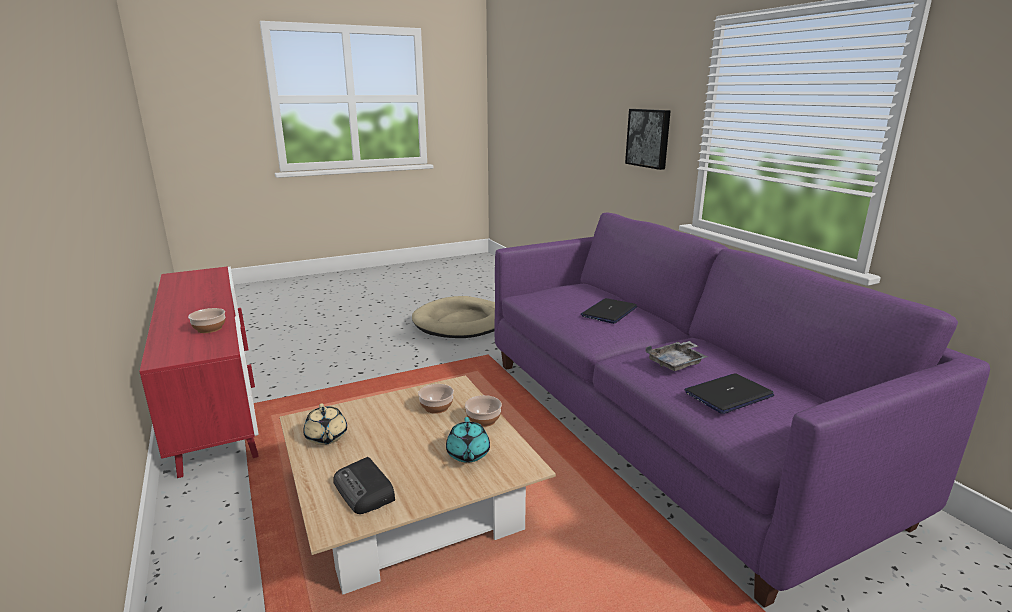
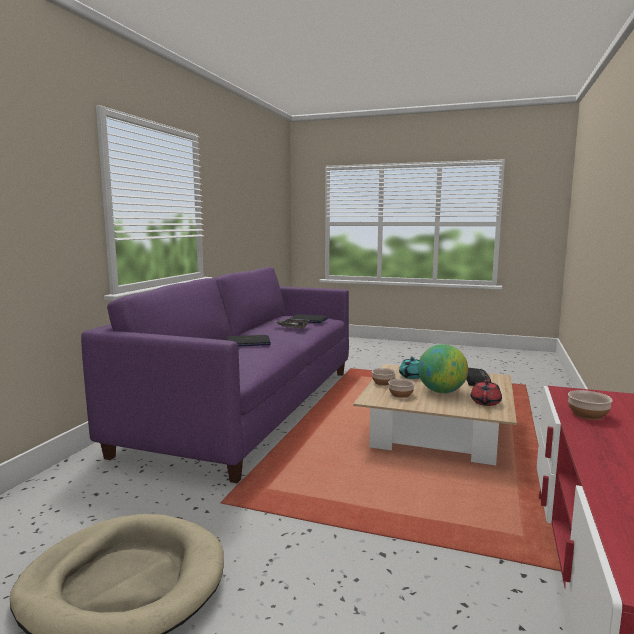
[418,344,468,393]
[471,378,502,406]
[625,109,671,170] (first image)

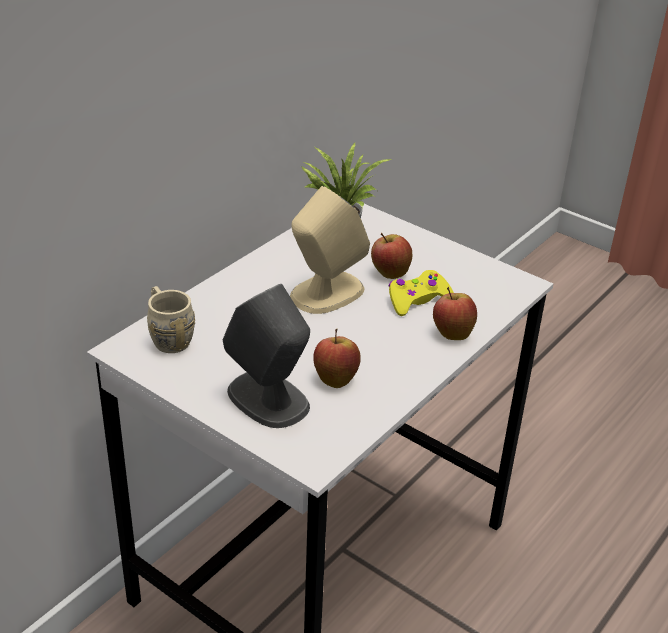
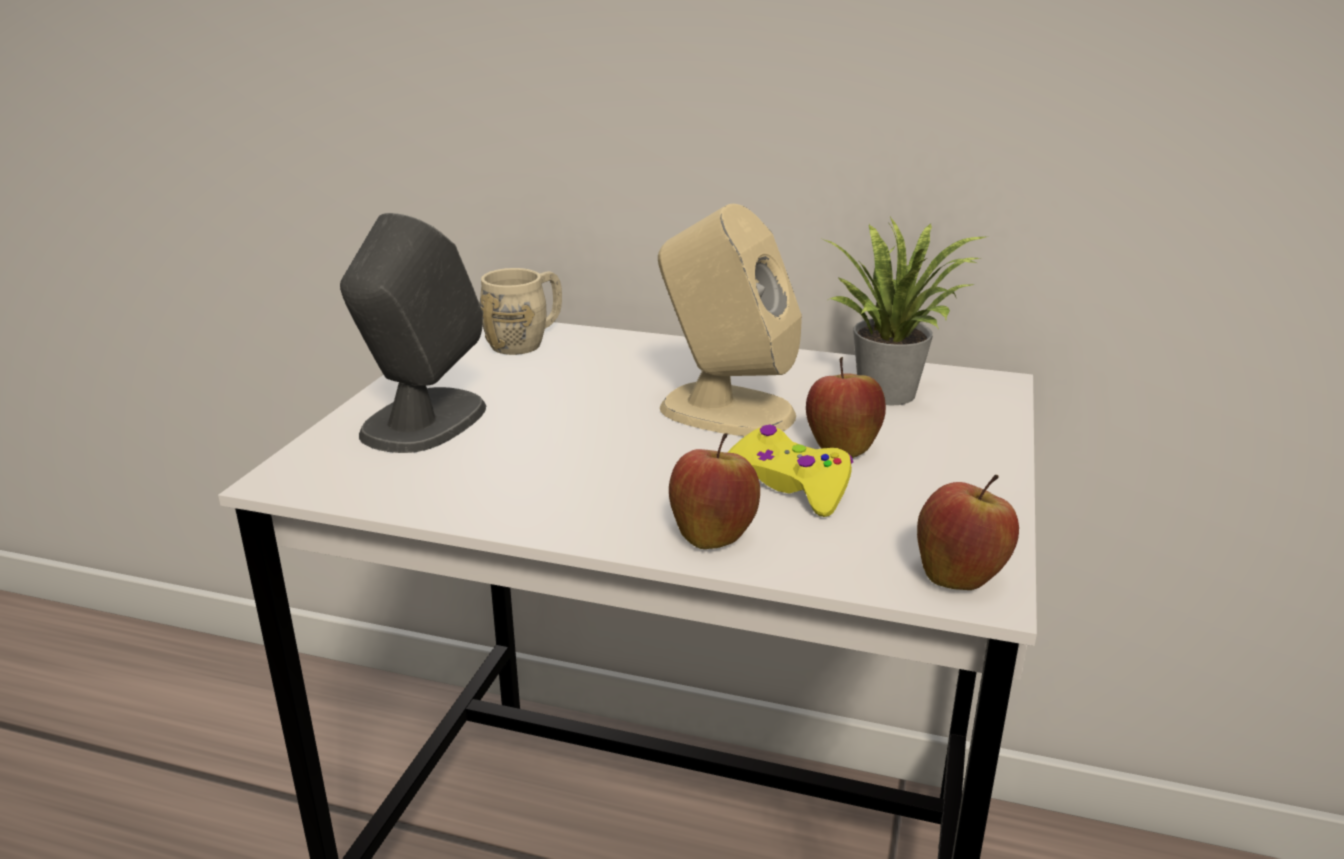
[917,475,1019,590]

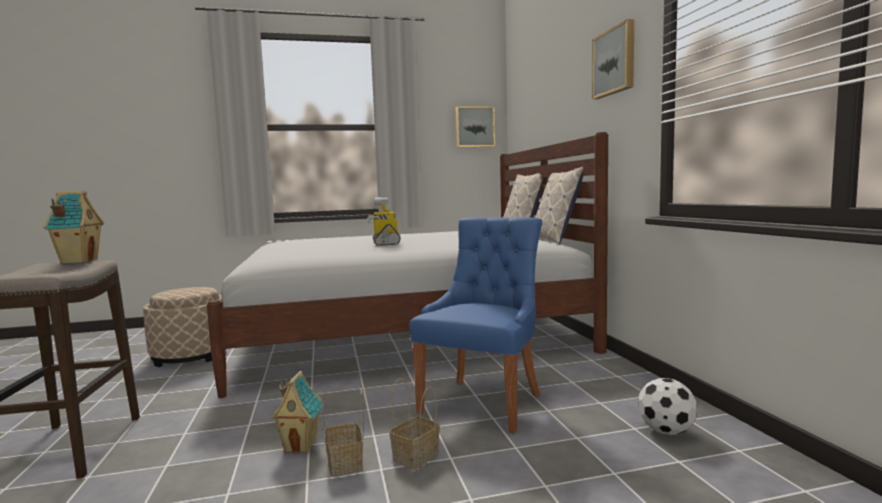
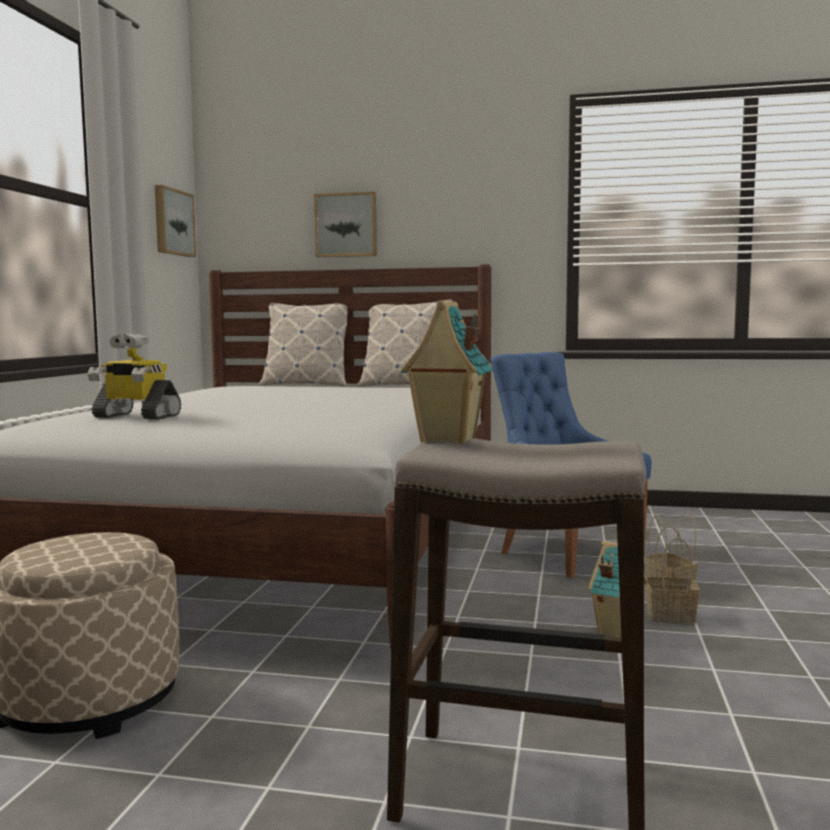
[87,334,181,420]
[314,192,377,257]
[638,378,697,435] (first image)

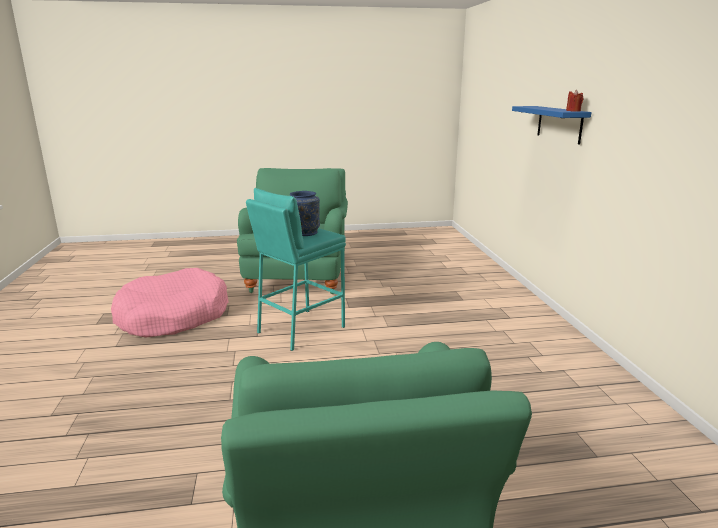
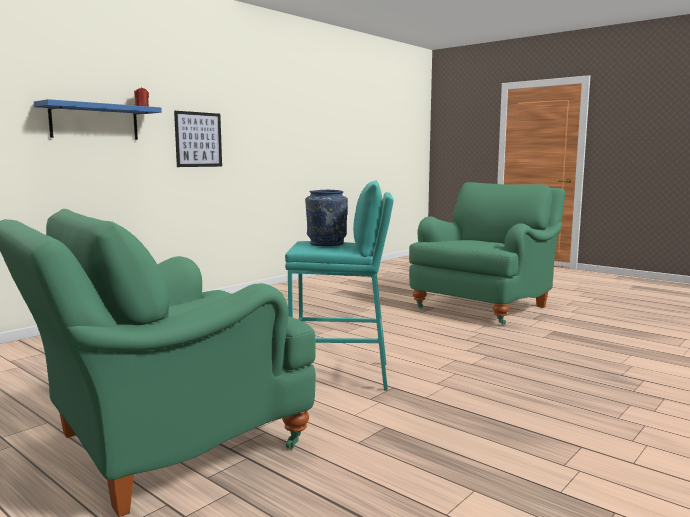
[174,111,222,167]
[111,268,229,338] (first image)

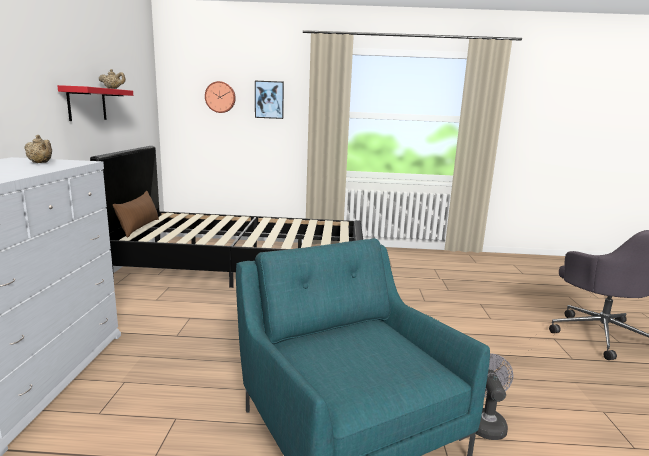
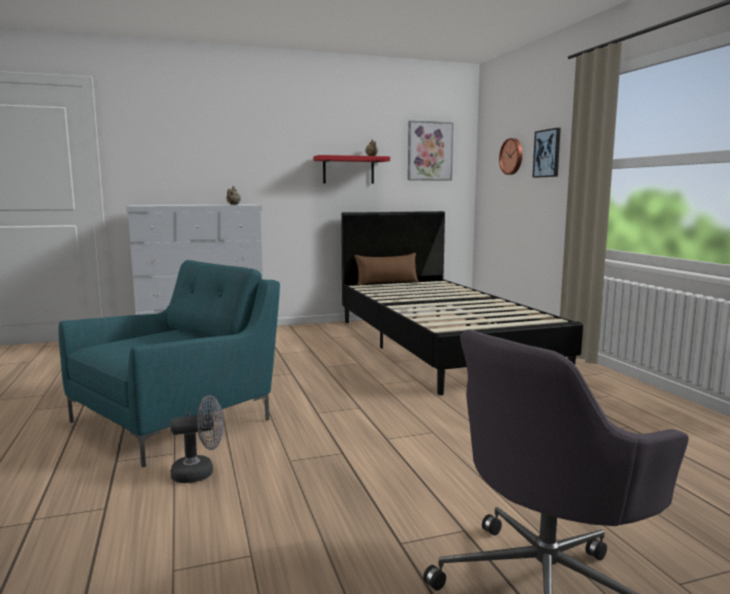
[408,120,453,181]

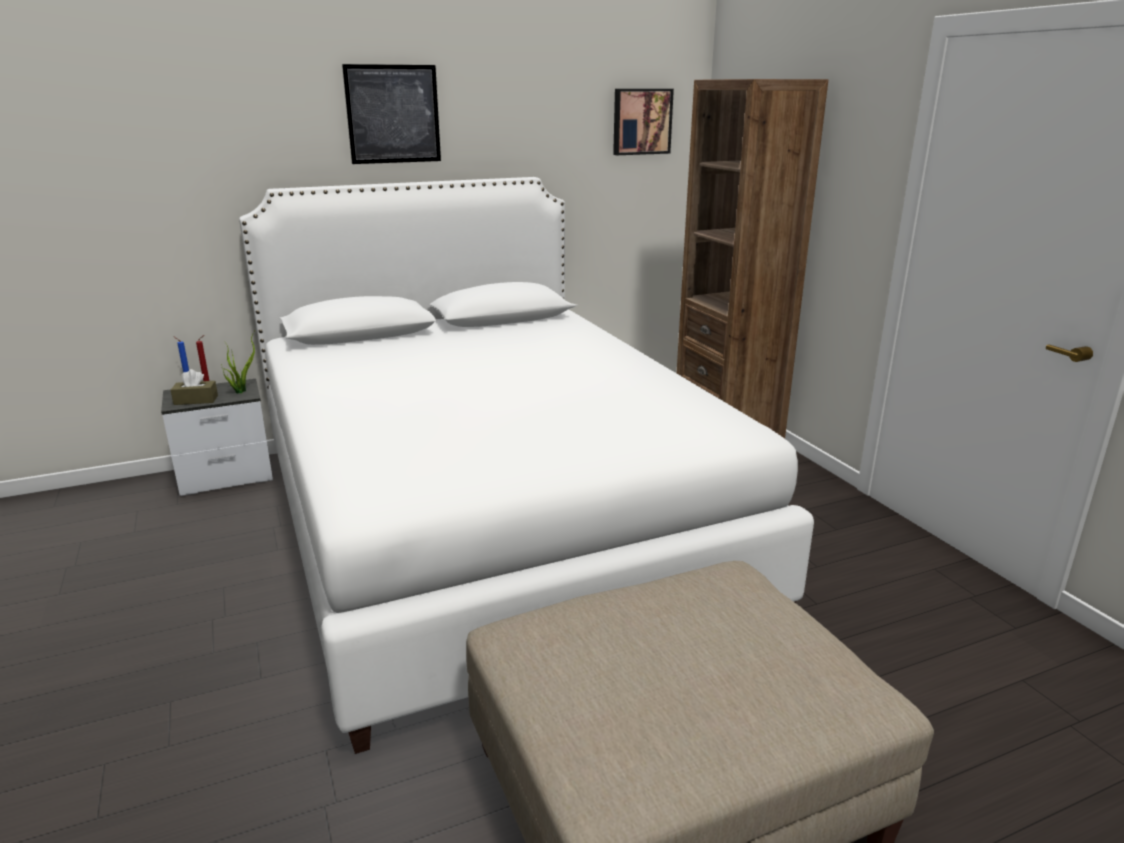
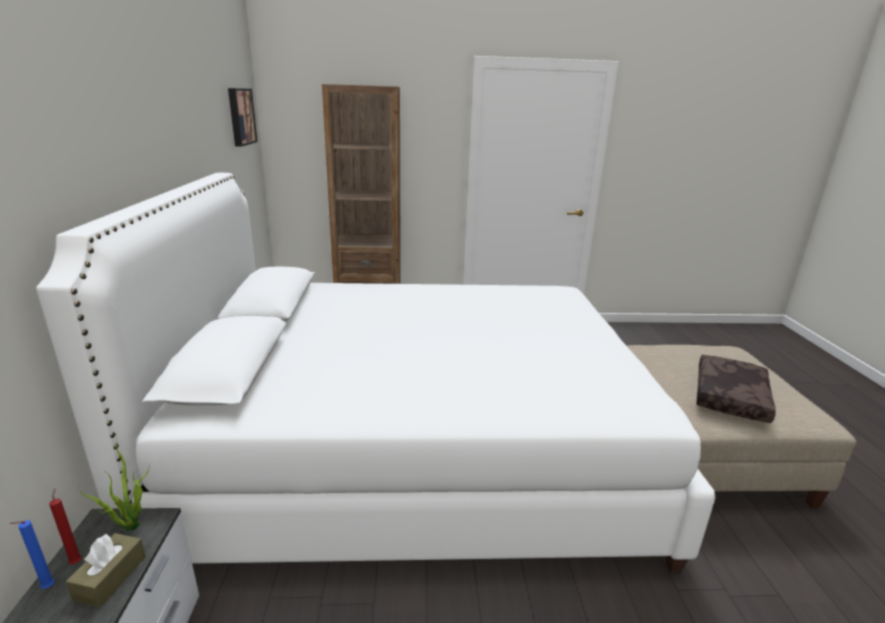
[697,355,776,423]
[342,64,441,164] (first image)

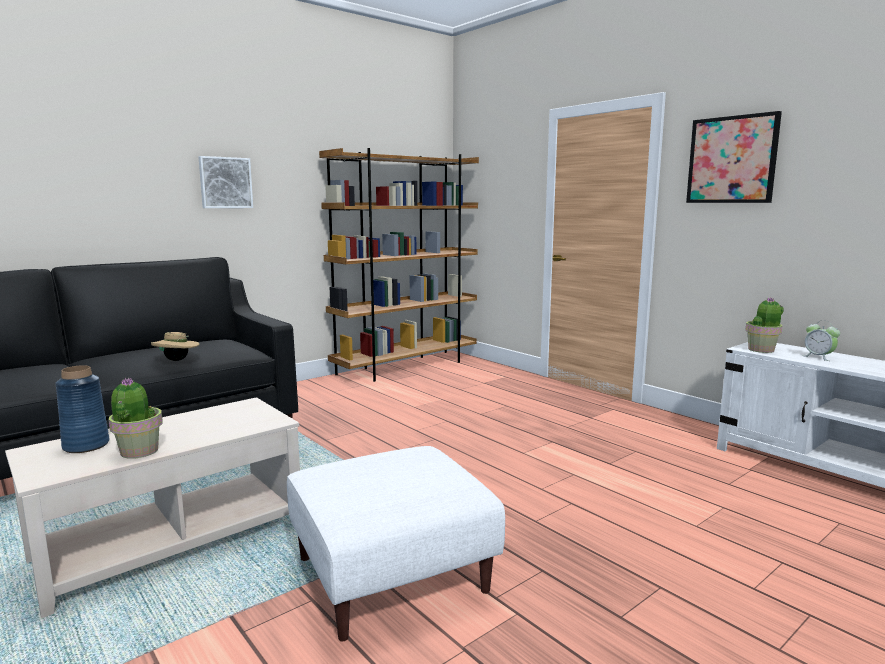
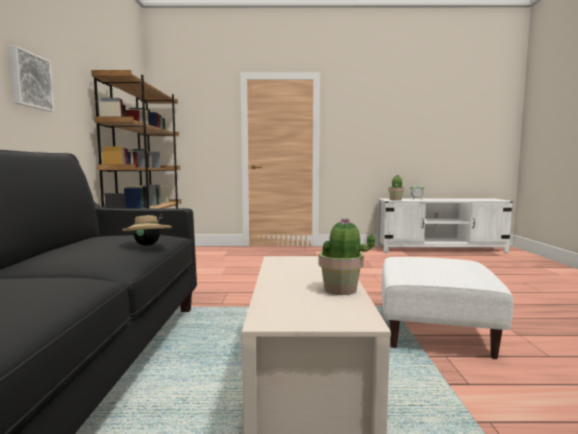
[55,365,109,453] (first image)
[686,111,782,203] (first image)

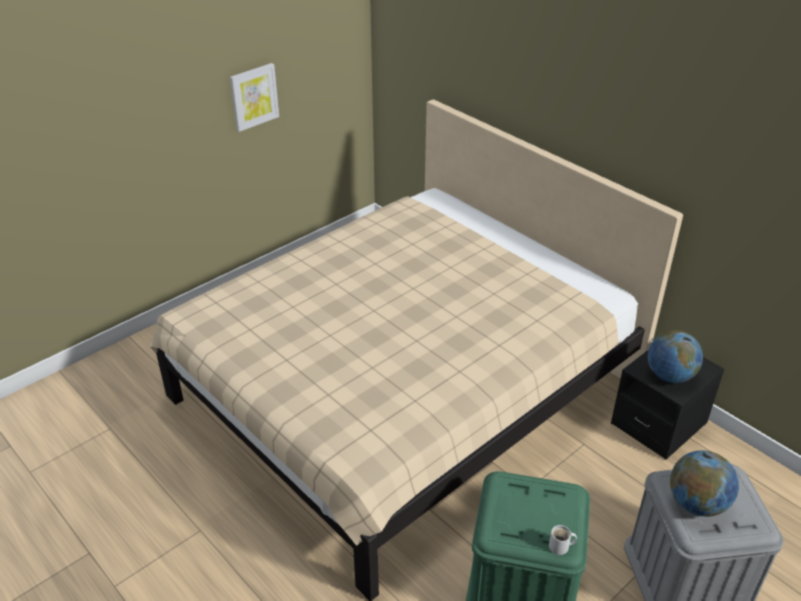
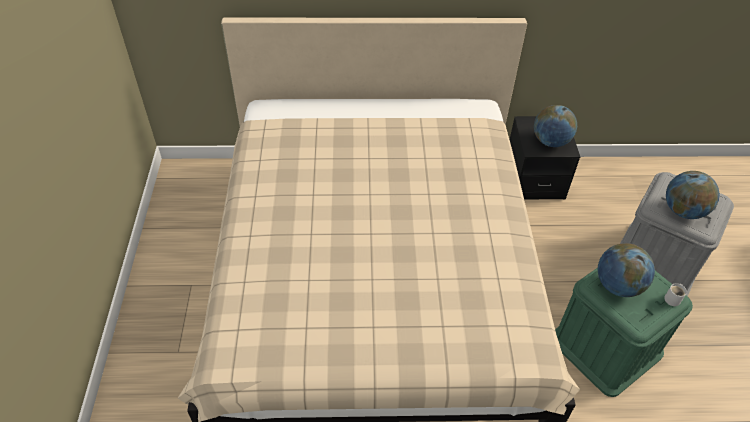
[598,243,655,297]
[230,63,279,132] (first image)

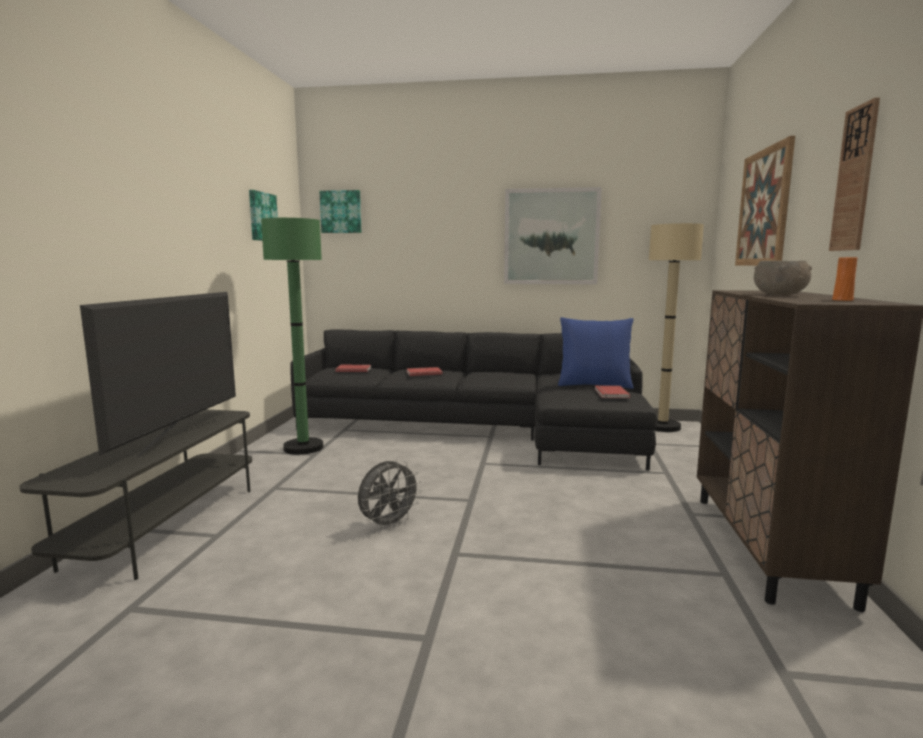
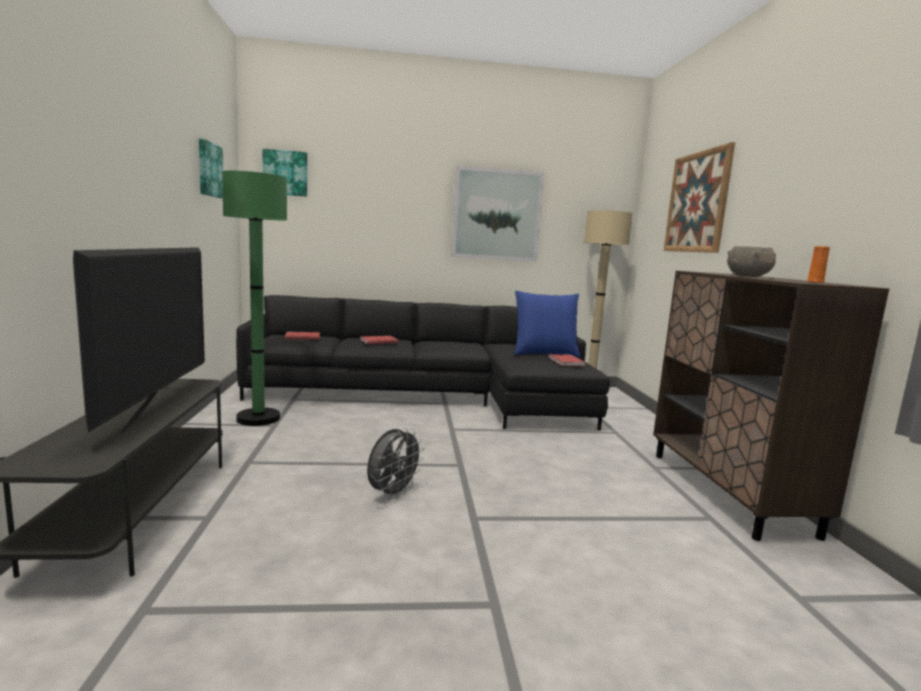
[829,97,880,251] (first image)

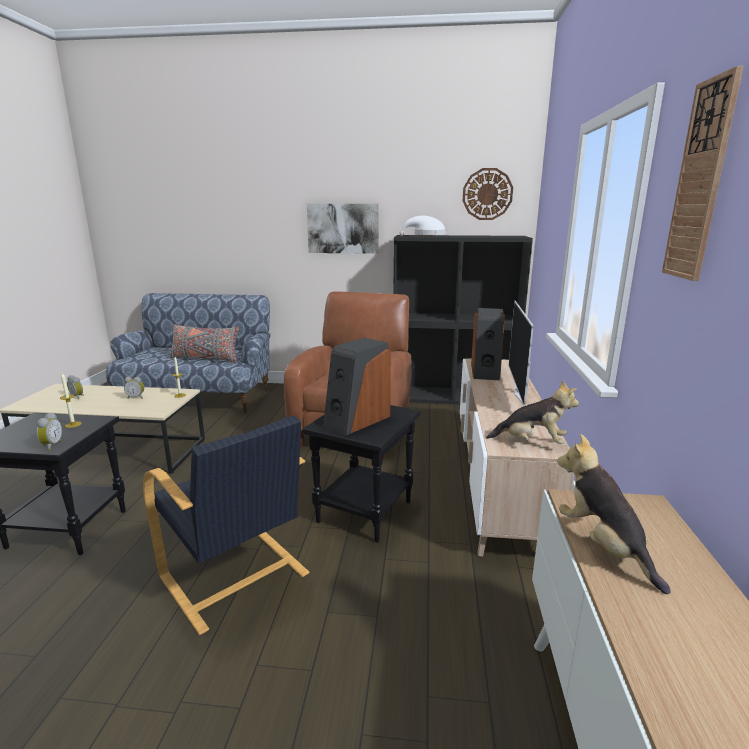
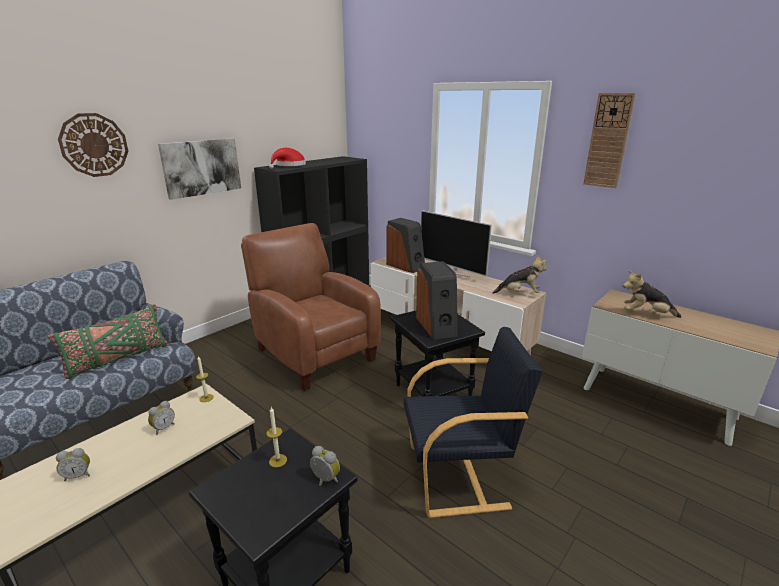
[47,304,169,379]
[58,113,129,177]
[269,148,306,169]
[493,255,547,294]

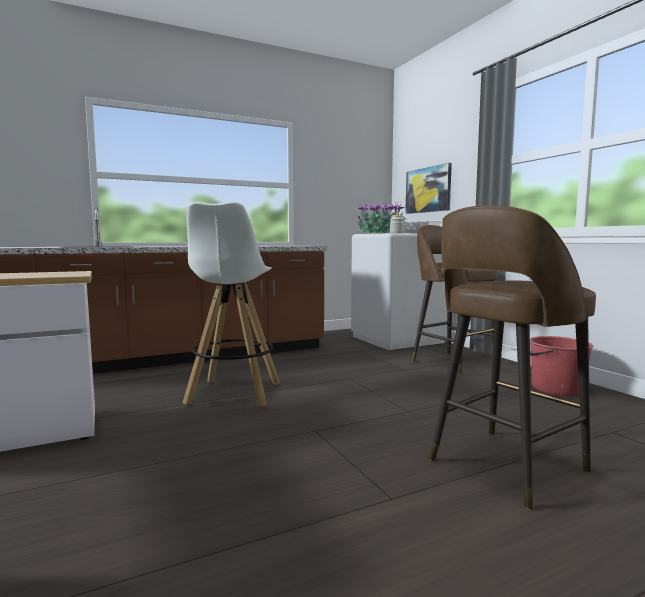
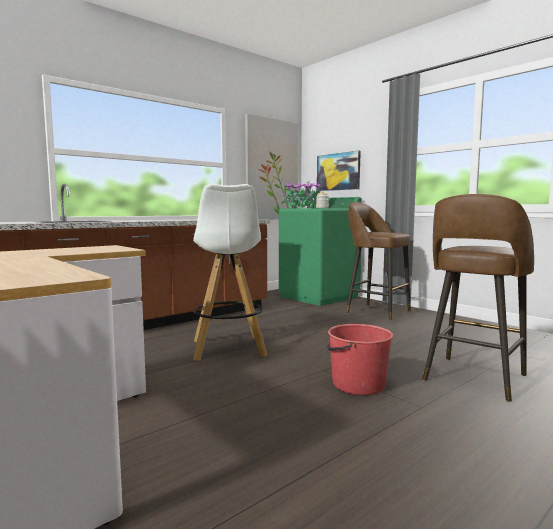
[245,114,298,219]
[279,197,362,306]
[326,324,393,395]

